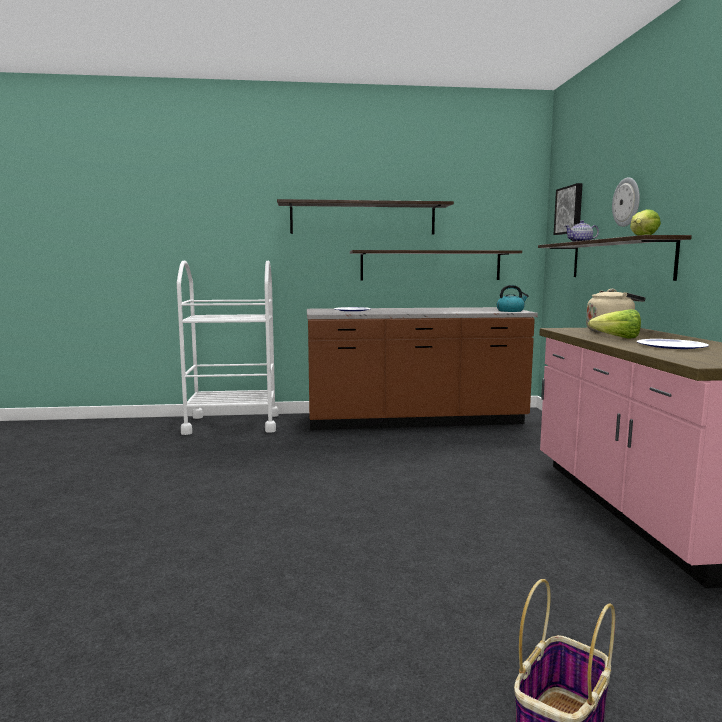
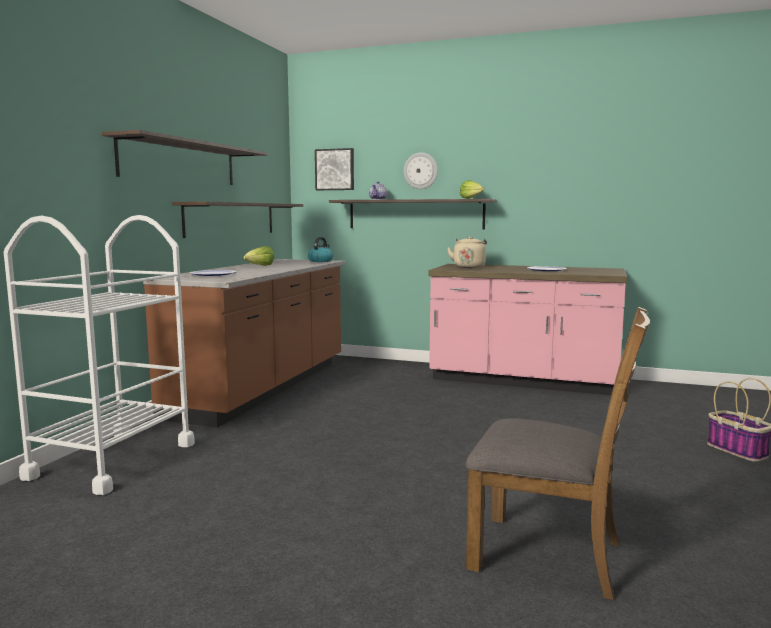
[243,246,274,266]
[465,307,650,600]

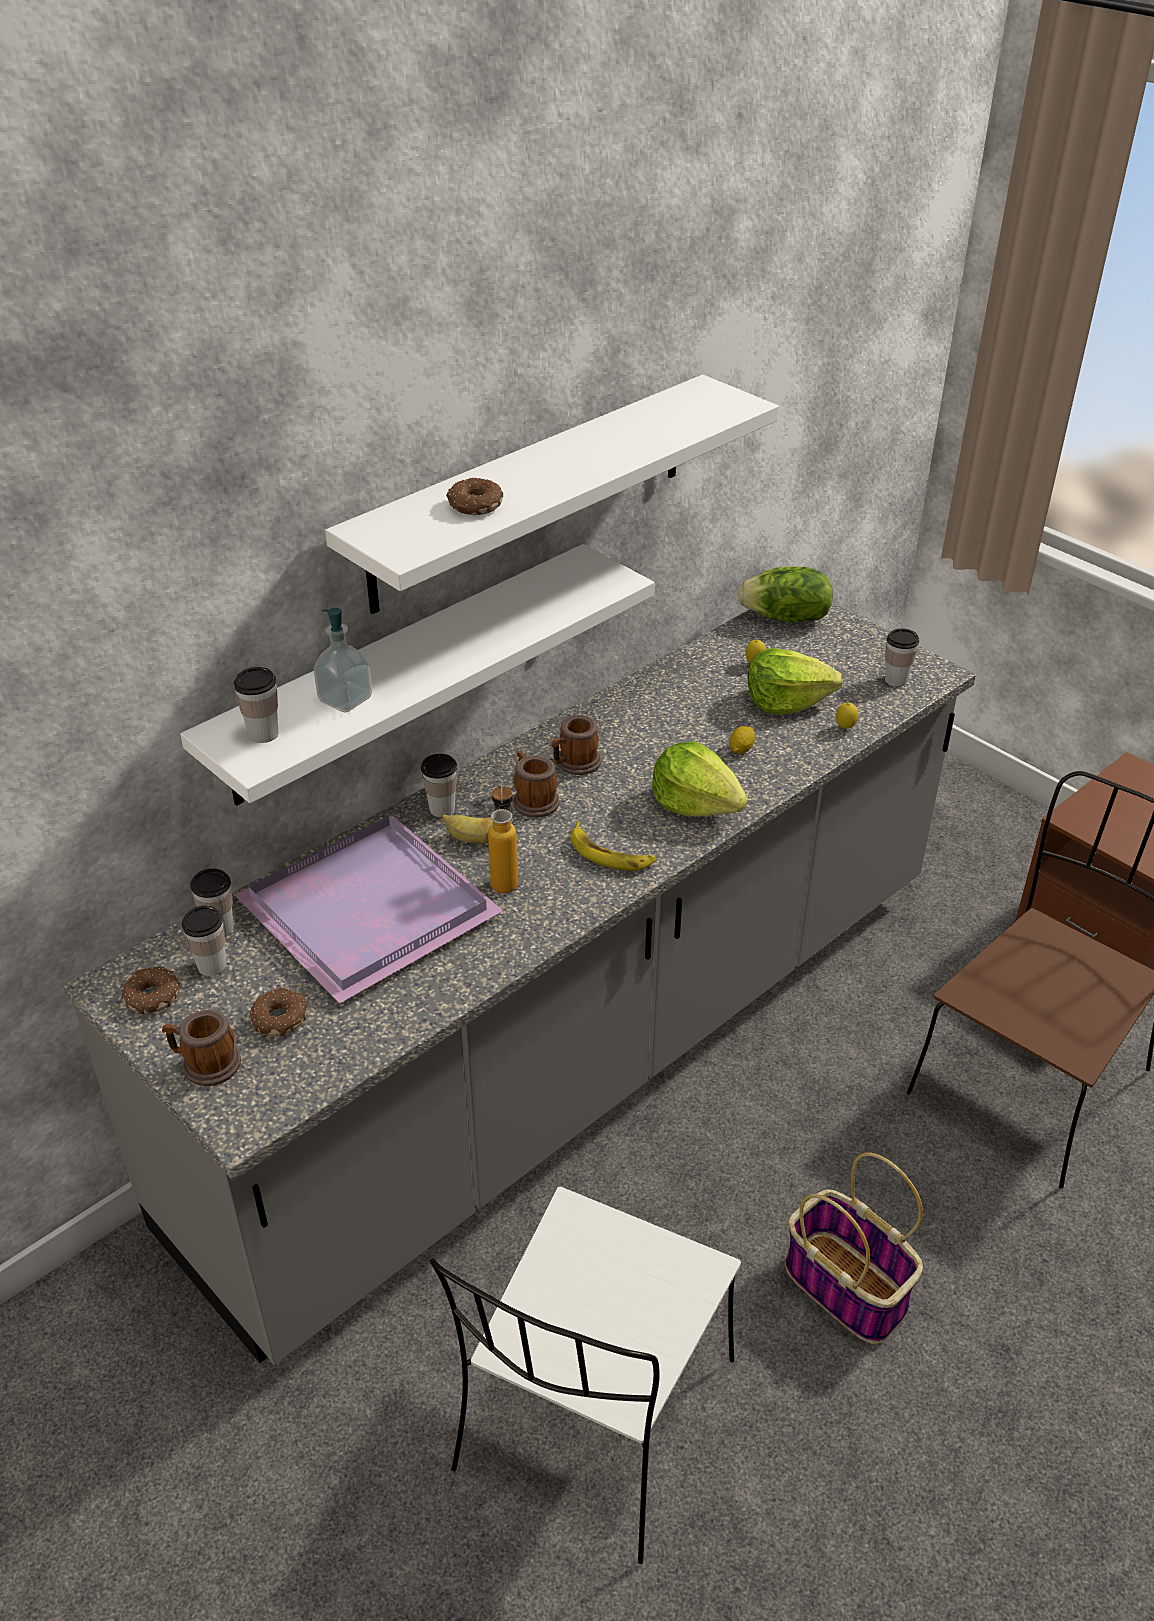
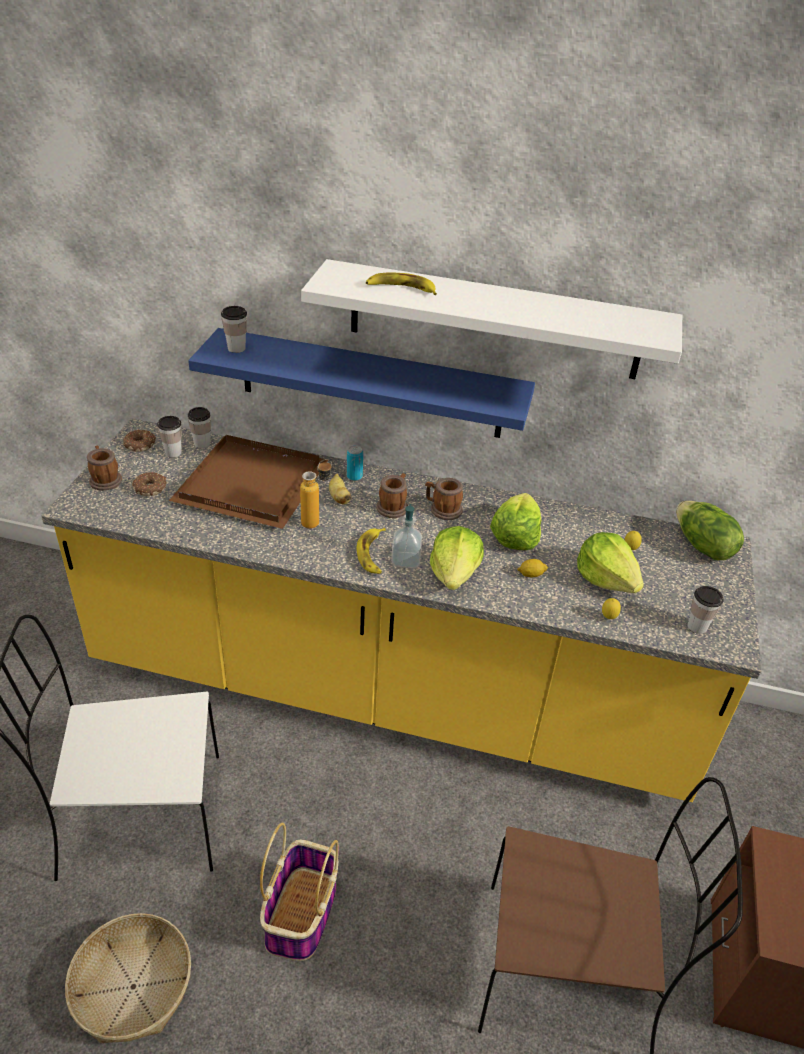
[41,418,761,802]
[65,913,191,1043]
[169,435,328,529]
[188,328,535,438]
[347,446,363,481]
[366,272,437,295]
[391,504,422,568]
[490,493,541,550]

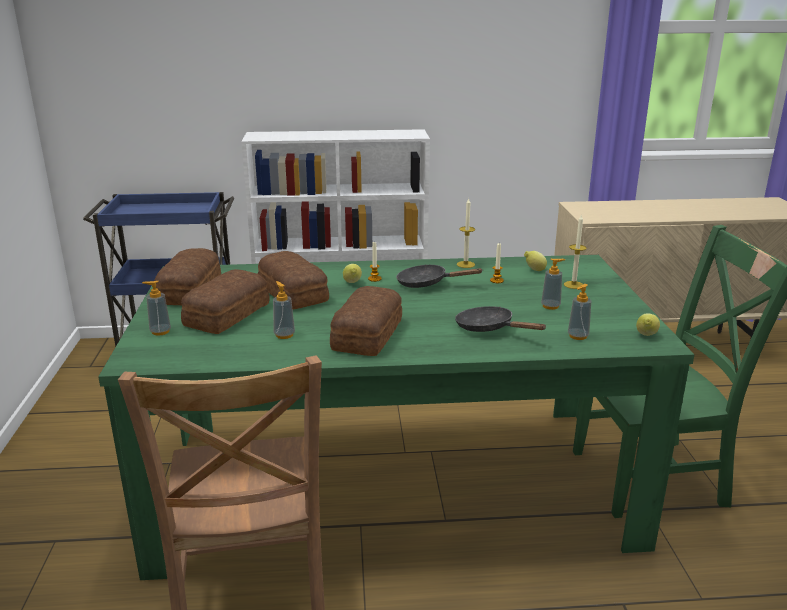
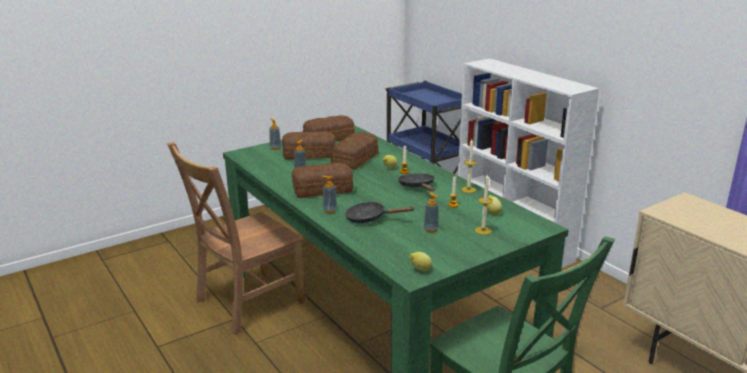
[322,176,337,214]
[345,202,415,223]

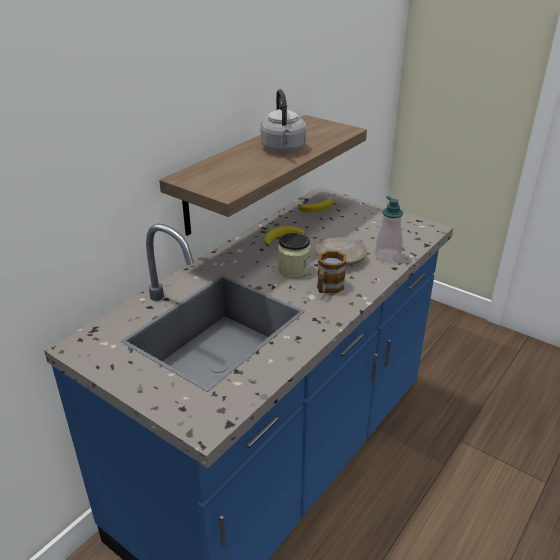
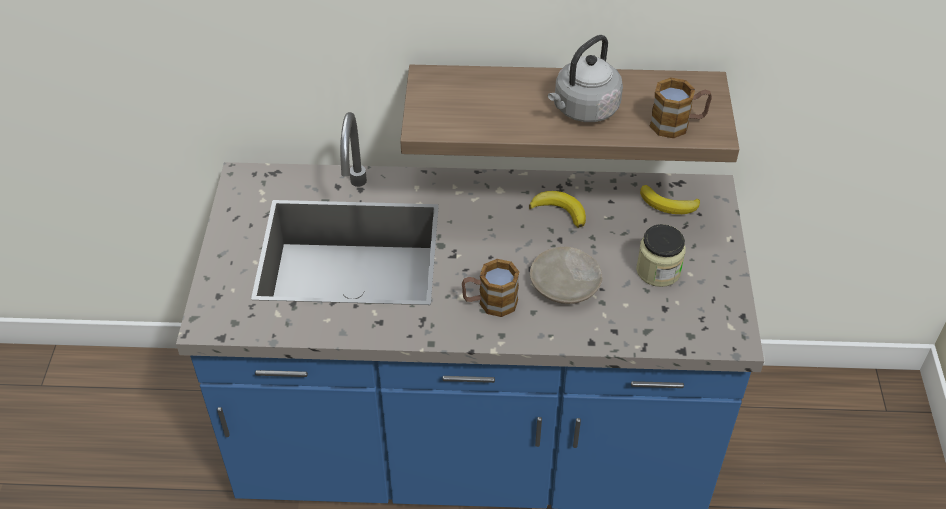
[636,224,686,287]
[650,77,712,138]
[375,196,403,263] (first image)

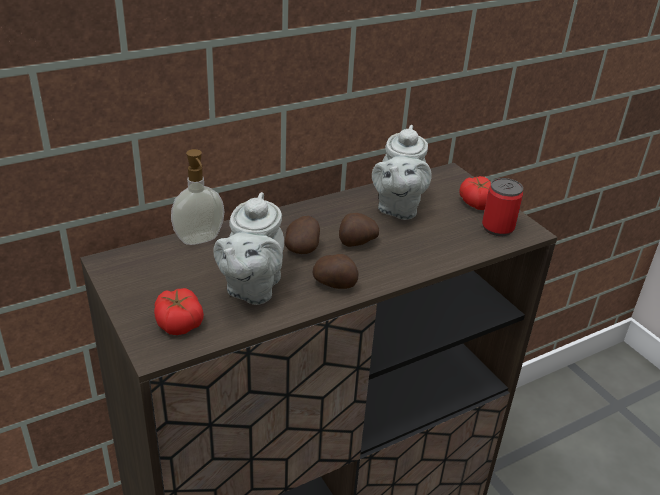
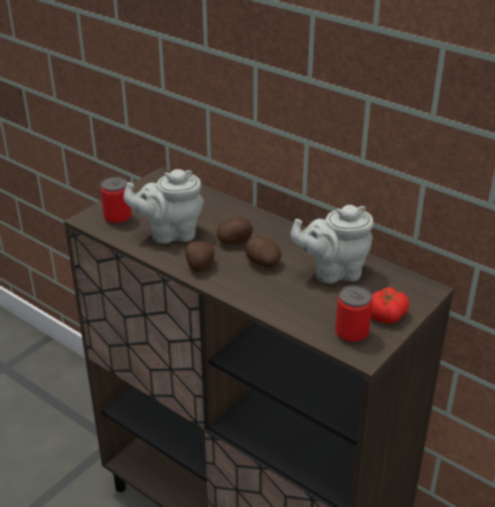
[100,176,131,225]
[171,149,224,245] (first image)

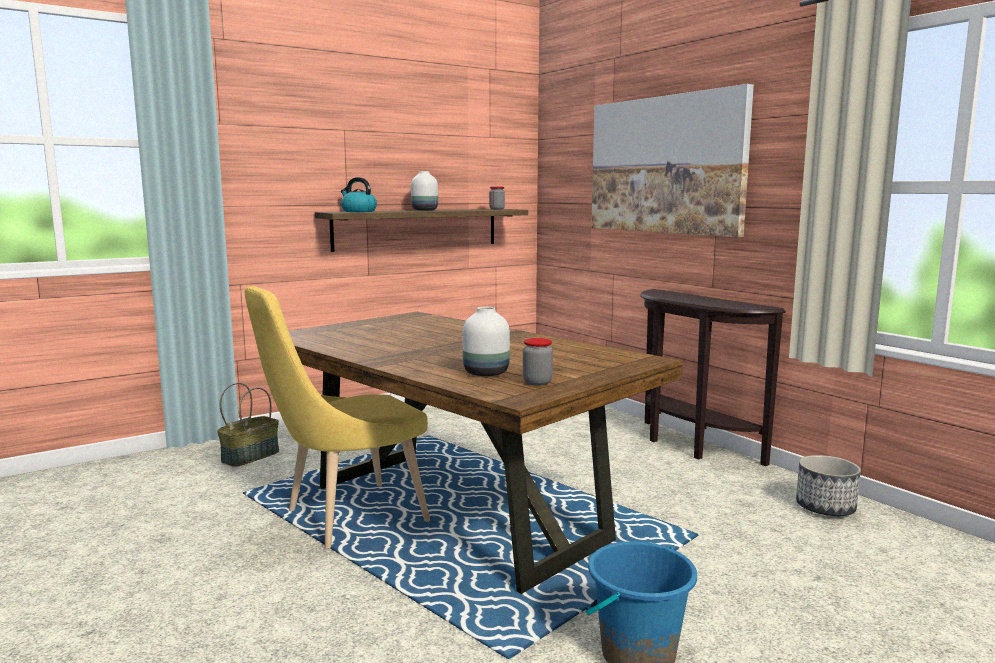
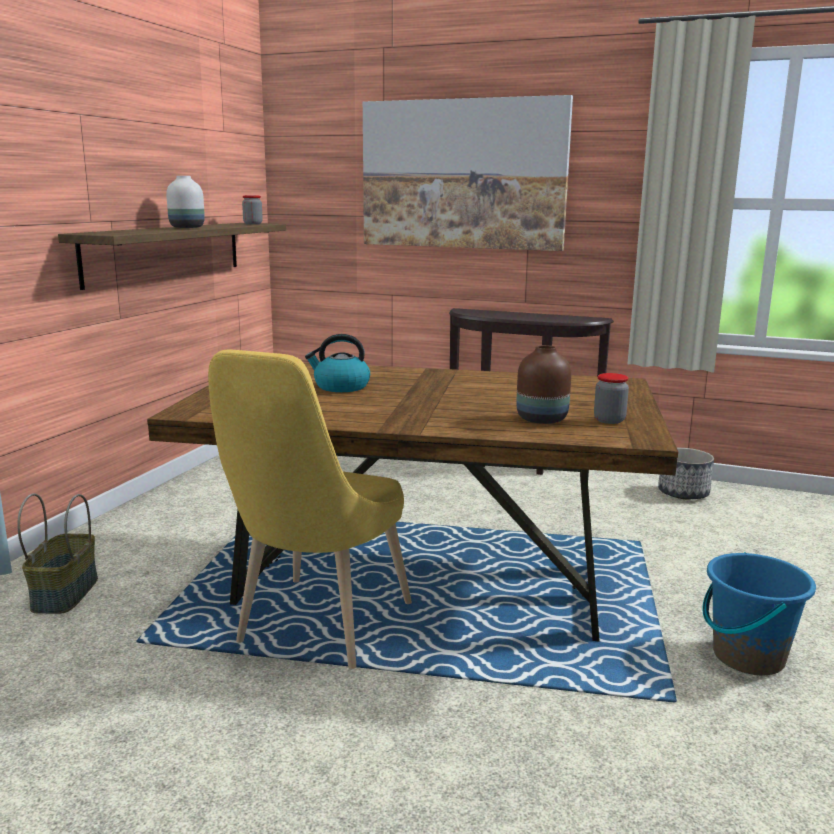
[305,334,370,392]
[517,345,571,424]

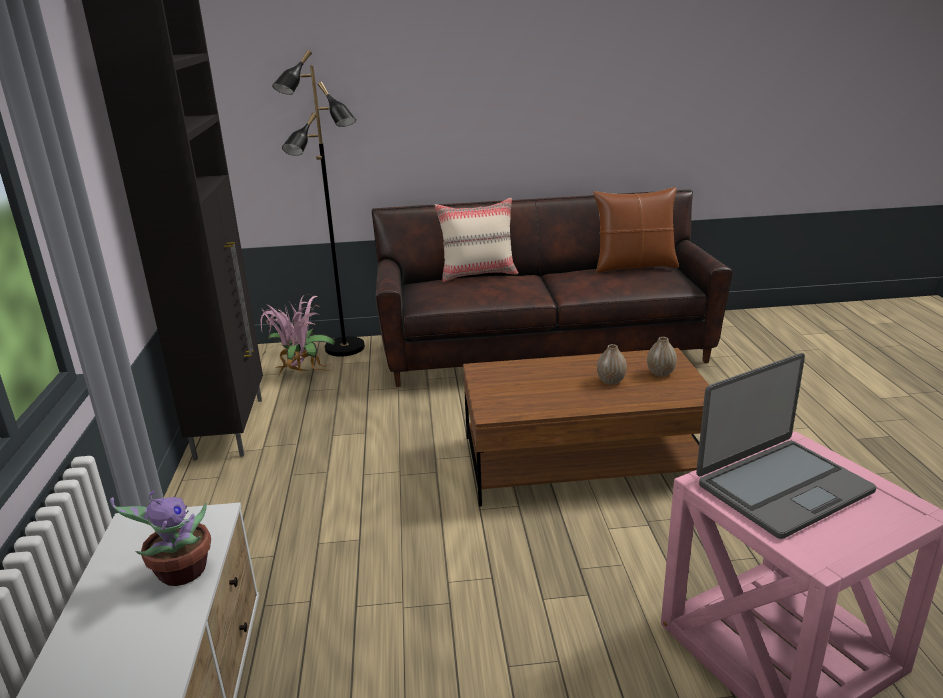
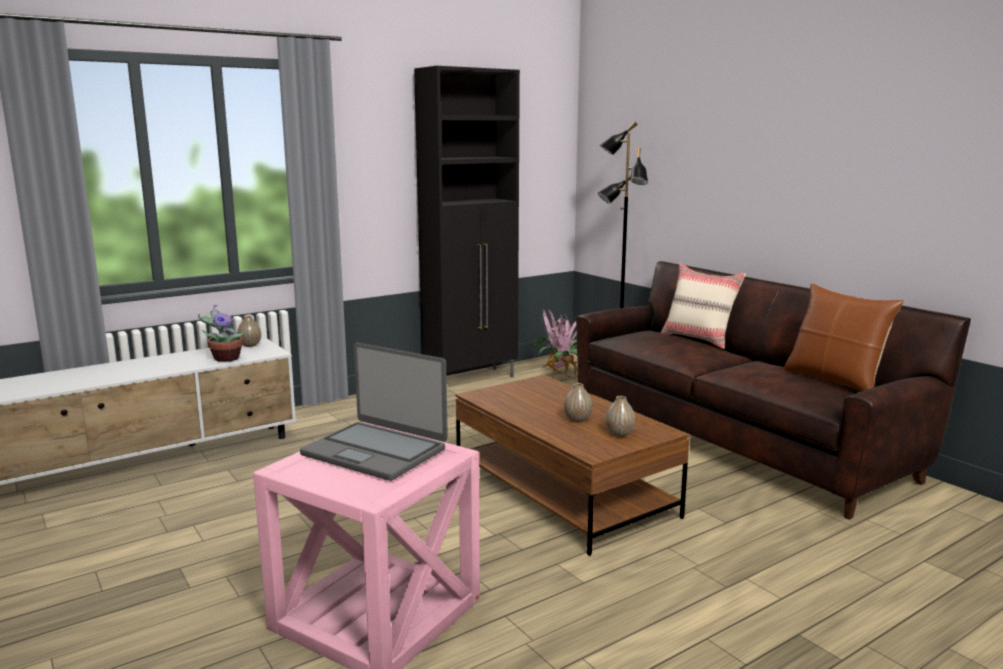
[237,315,261,347]

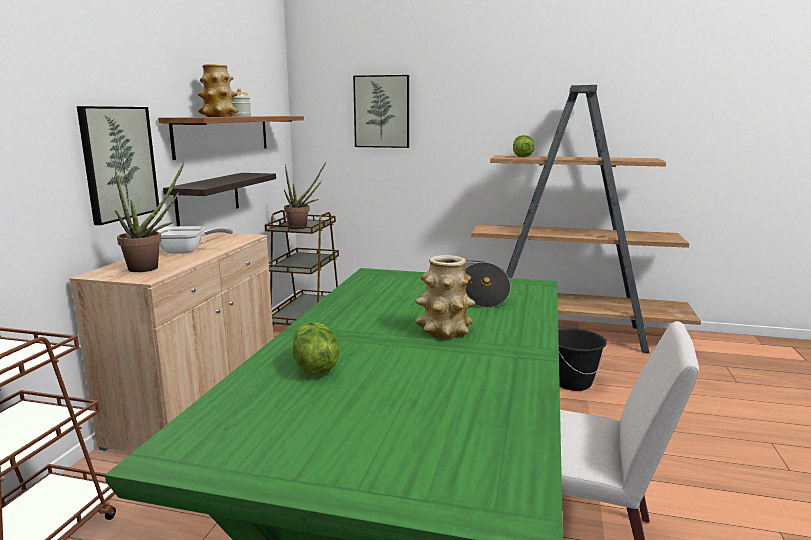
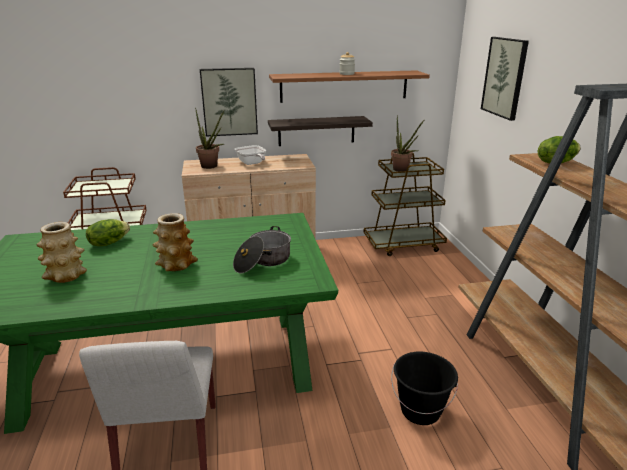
[37,222,87,283]

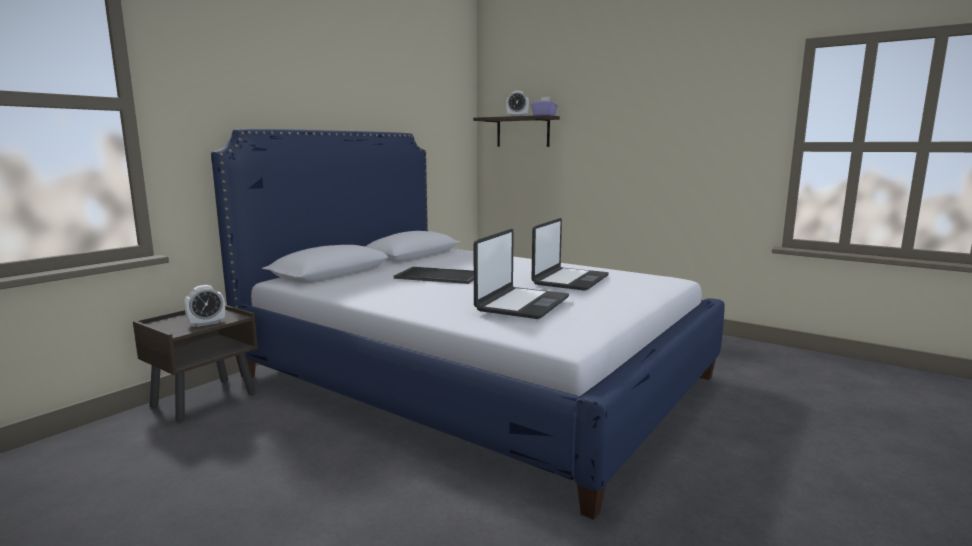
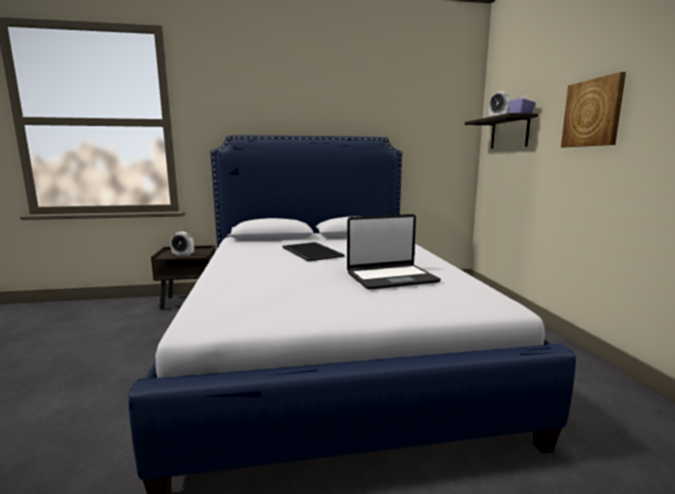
[561,72,626,147]
[474,229,569,319] (first image)

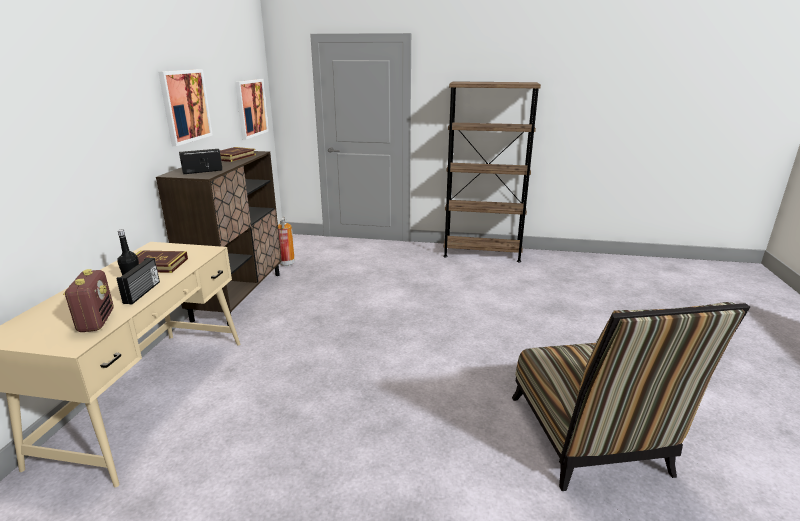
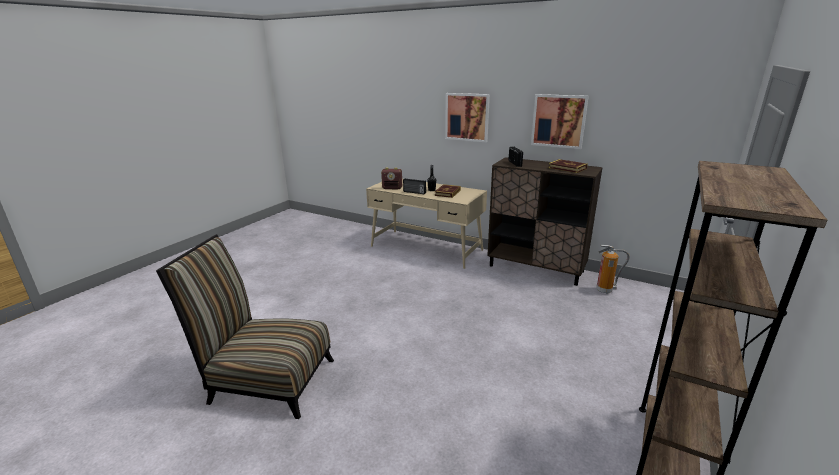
[445,93,490,142]

